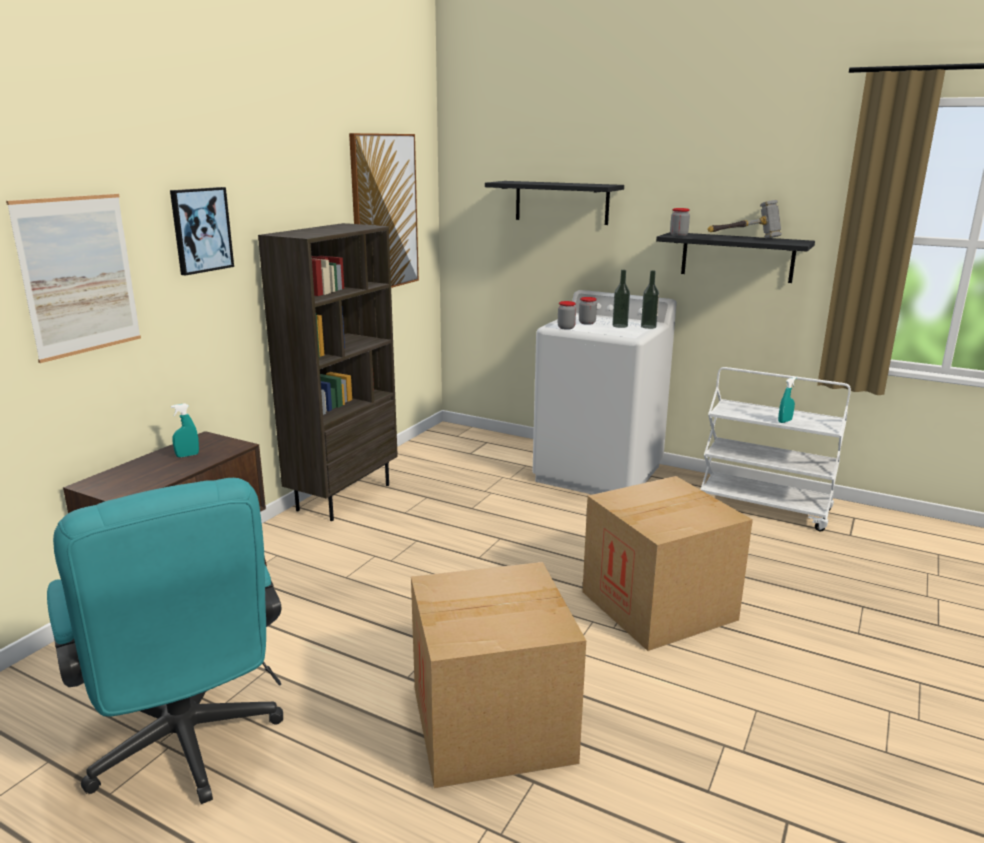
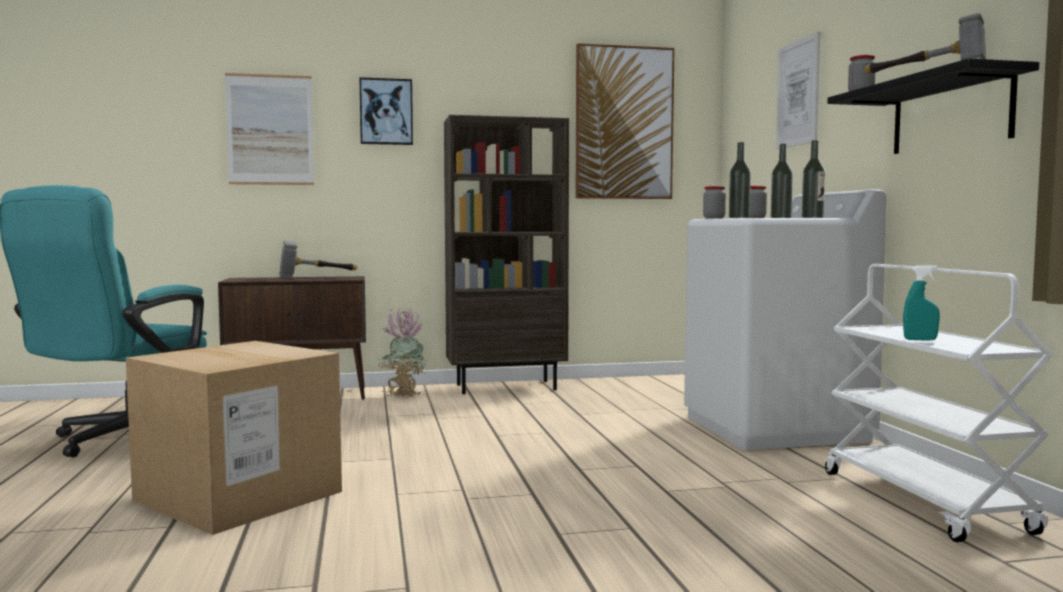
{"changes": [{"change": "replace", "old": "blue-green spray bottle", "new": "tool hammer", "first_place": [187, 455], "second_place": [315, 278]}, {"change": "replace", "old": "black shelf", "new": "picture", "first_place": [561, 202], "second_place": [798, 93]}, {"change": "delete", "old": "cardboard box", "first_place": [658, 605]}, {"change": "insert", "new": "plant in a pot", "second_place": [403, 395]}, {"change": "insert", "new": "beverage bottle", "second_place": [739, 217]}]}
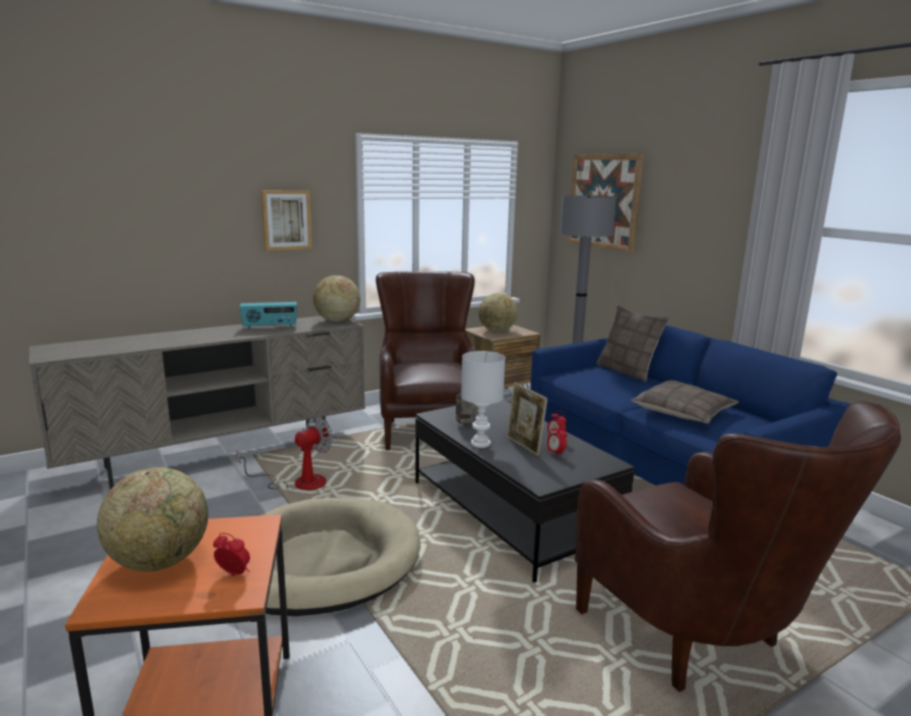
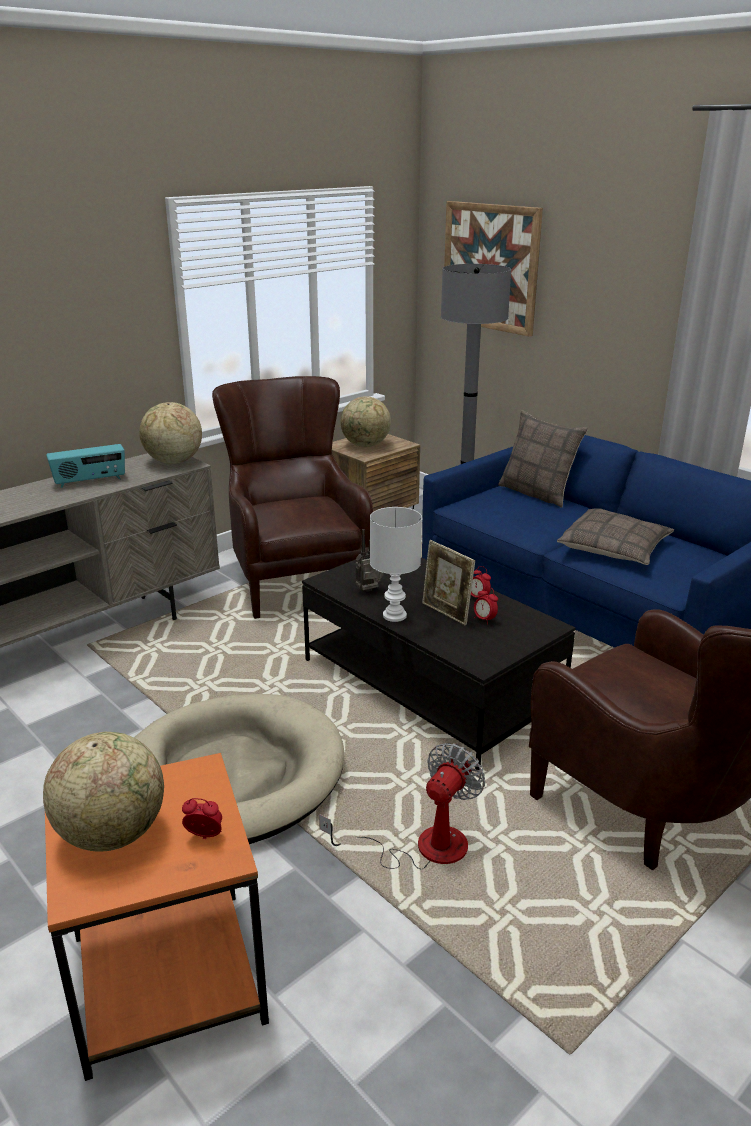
{"changes": [{"change": "move", "old": "cooling fan", "first_place": [298, 483], "second_place": [422, 847]}, {"change": "delete", "old": "picture", "first_place": [286, 220]}]}
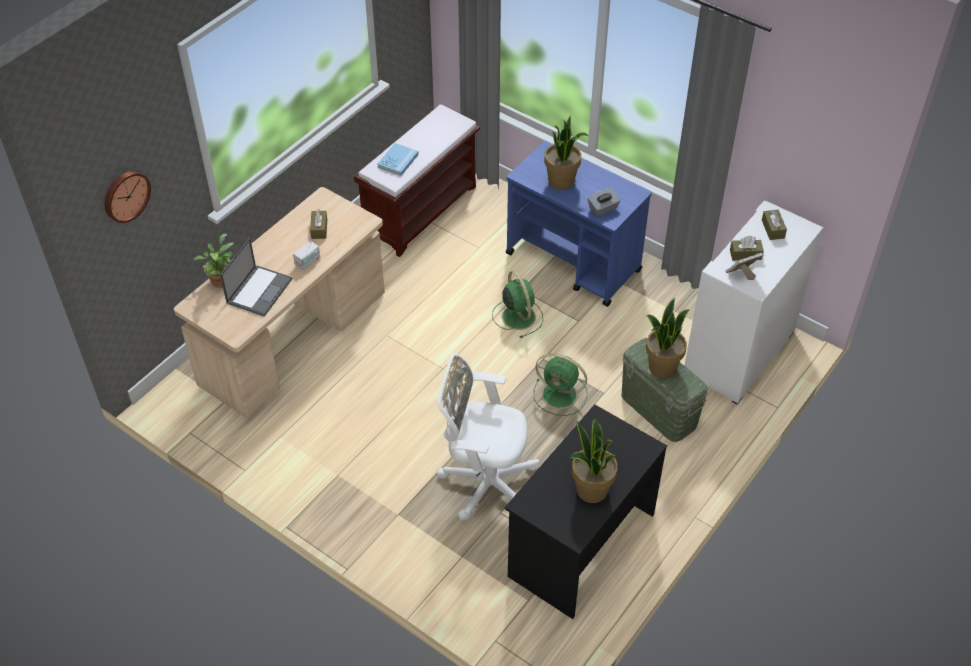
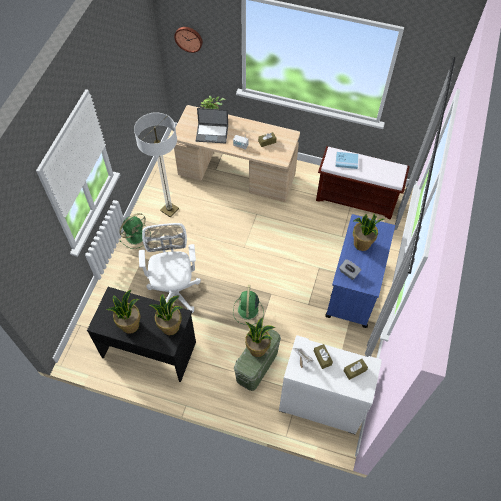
{"changes": [{"change": "move", "old": "green-coloured cooling fan", "first_place": [518, 316], "second_place": [136, 235]}, {"change": "insert", "new": "standing lamp", "second_place": [169, 209]}, {"change": "insert", "new": "plant in a pot", "second_place": [170, 326]}]}
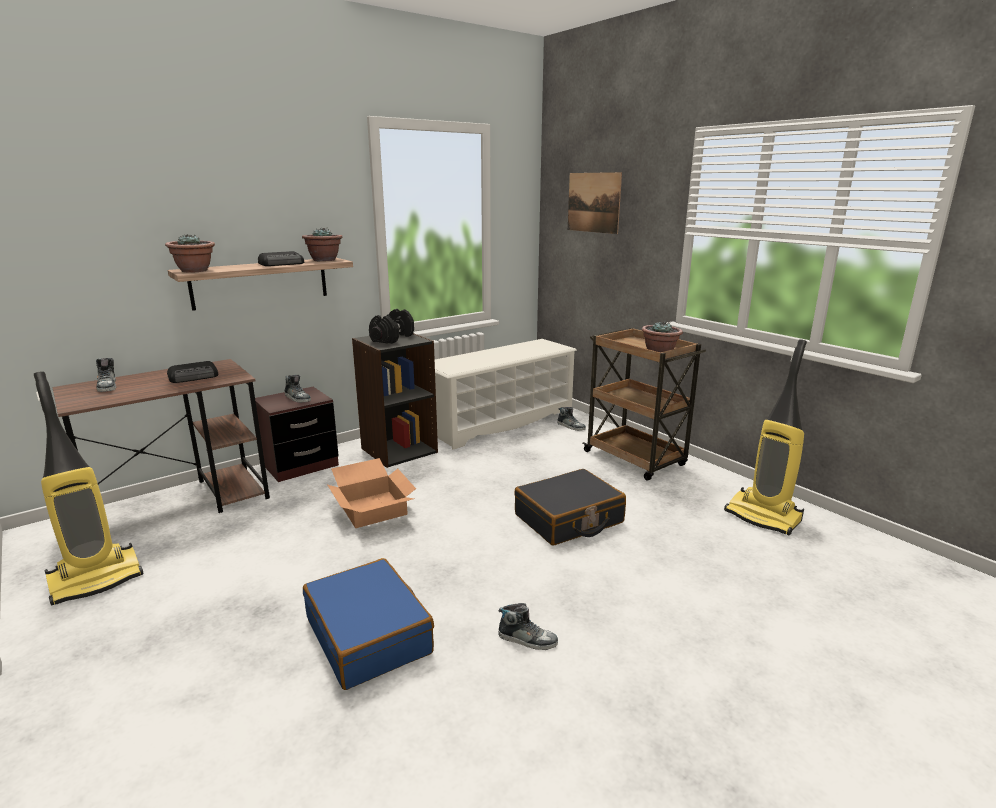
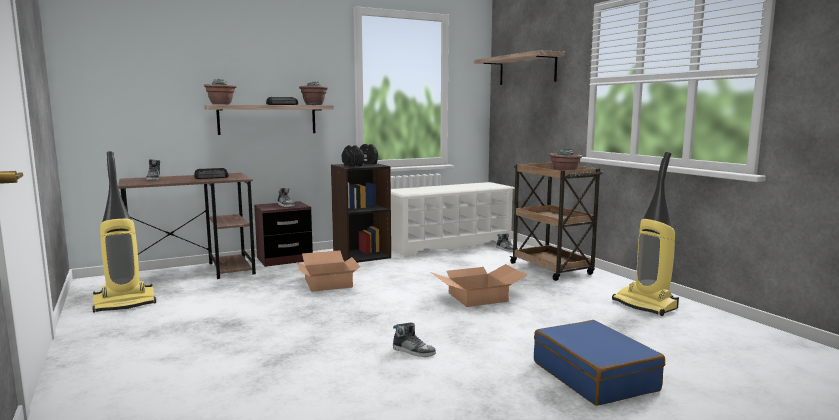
{"changes": [{"change": "move", "old": "bluish suitcase", "first_place": [369, 635], "second_place": [595, 376]}, {"change": "replace", "old": "black suitcase", "new": "cardboard box", "first_place": [569, 519], "second_place": [478, 297]}, {"change": "replace", "old": "picture", "new": "shelf", "first_place": [593, 202], "second_place": [527, 70]}]}
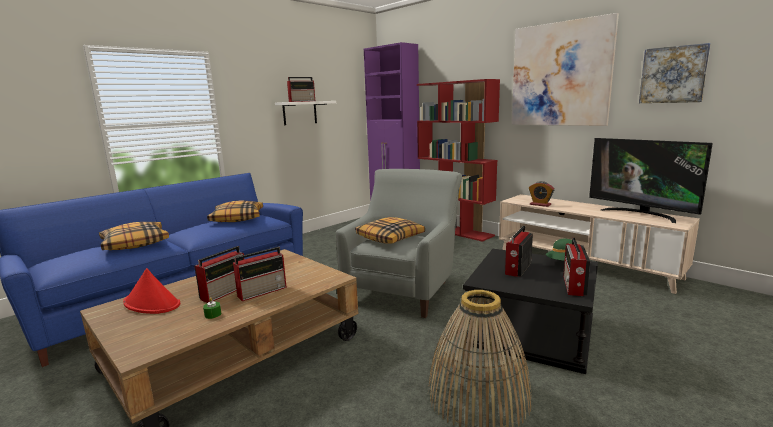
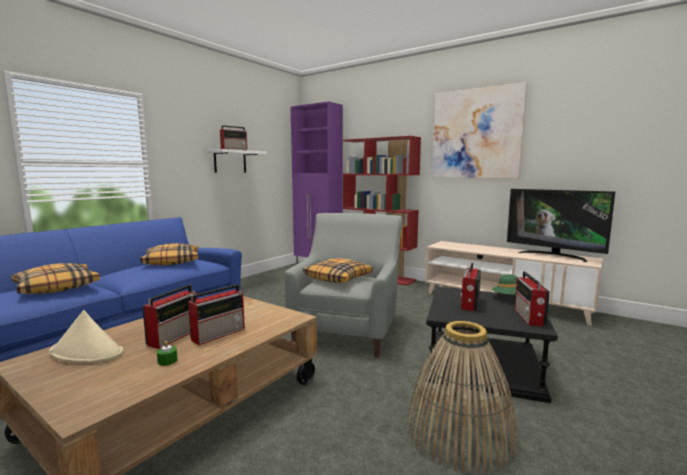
{"changes": [{"change": "recolor", "old": "red-coloured wearable hat", "new": "sand-coloured wearable hat", "first_place": [152, 303], "second_place": [87, 352]}, {"change": "delete", "old": "alarm clock", "first_place": [540, 204]}, {"change": "delete", "old": "picture", "first_place": [673, 75]}]}
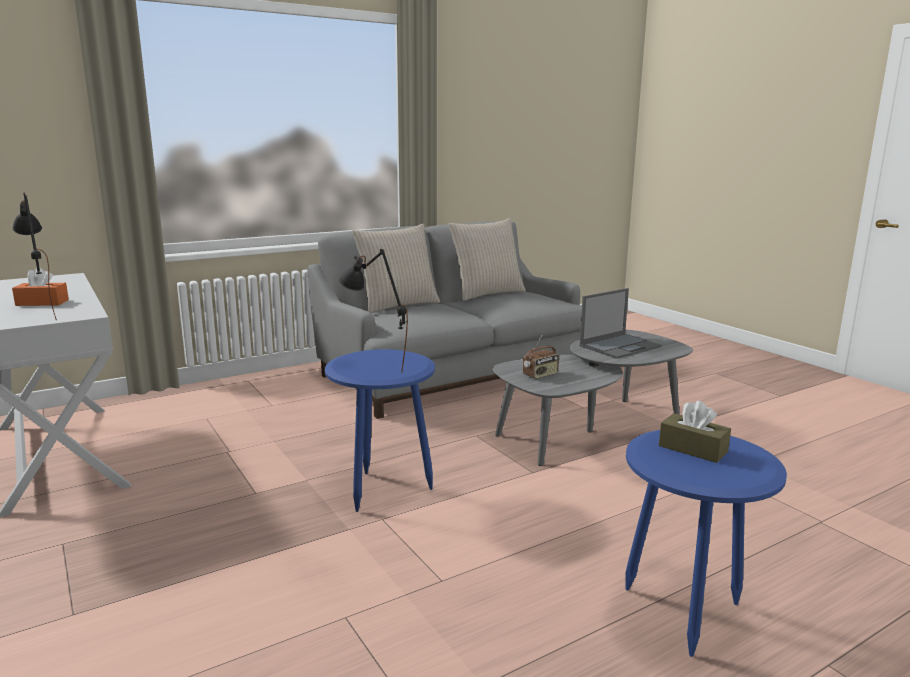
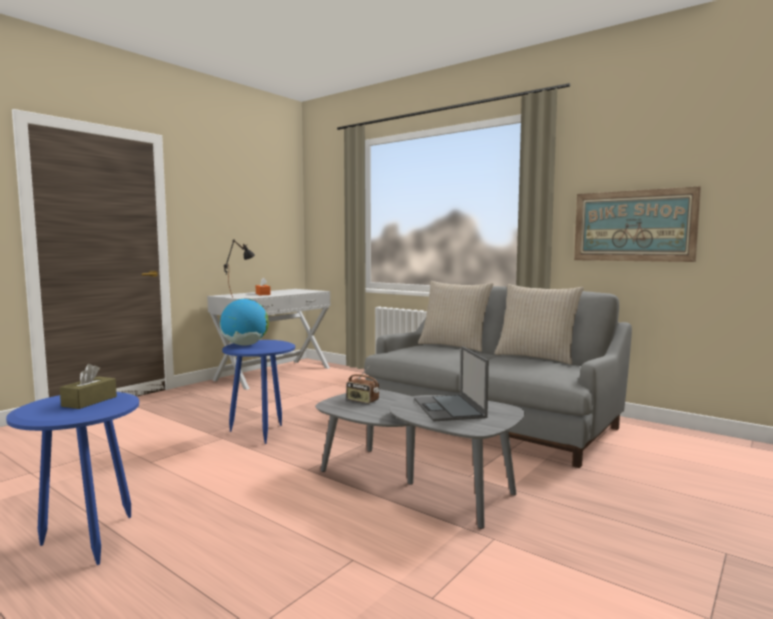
{"changes": [{"change": "replace", "old": "black lamp for a table", "new": "world globe", "first_place": [374, 370], "second_place": [245, 345]}, {"change": "rotate", "old": "notebook computer", "first_place": [620, 346], "second_place": [449, 408], "degrees": 45}, {"change": "insert", "new": "picture", "second_place": [633, 226]}]}
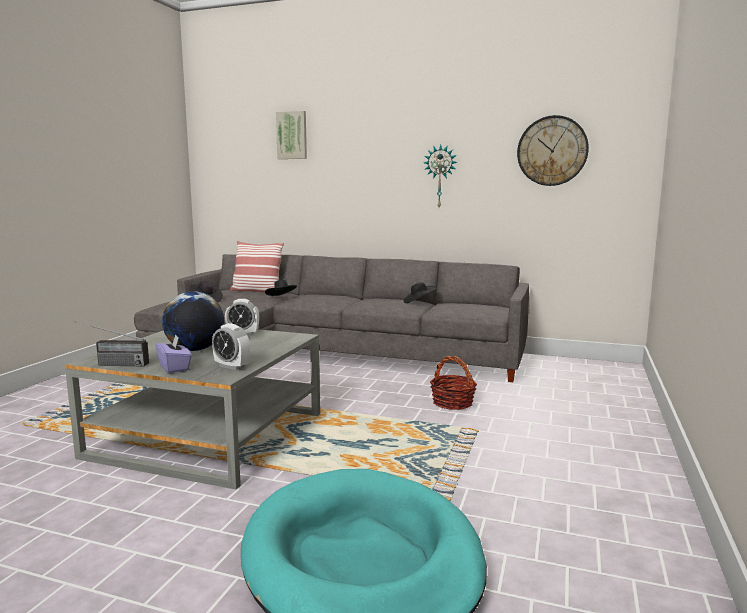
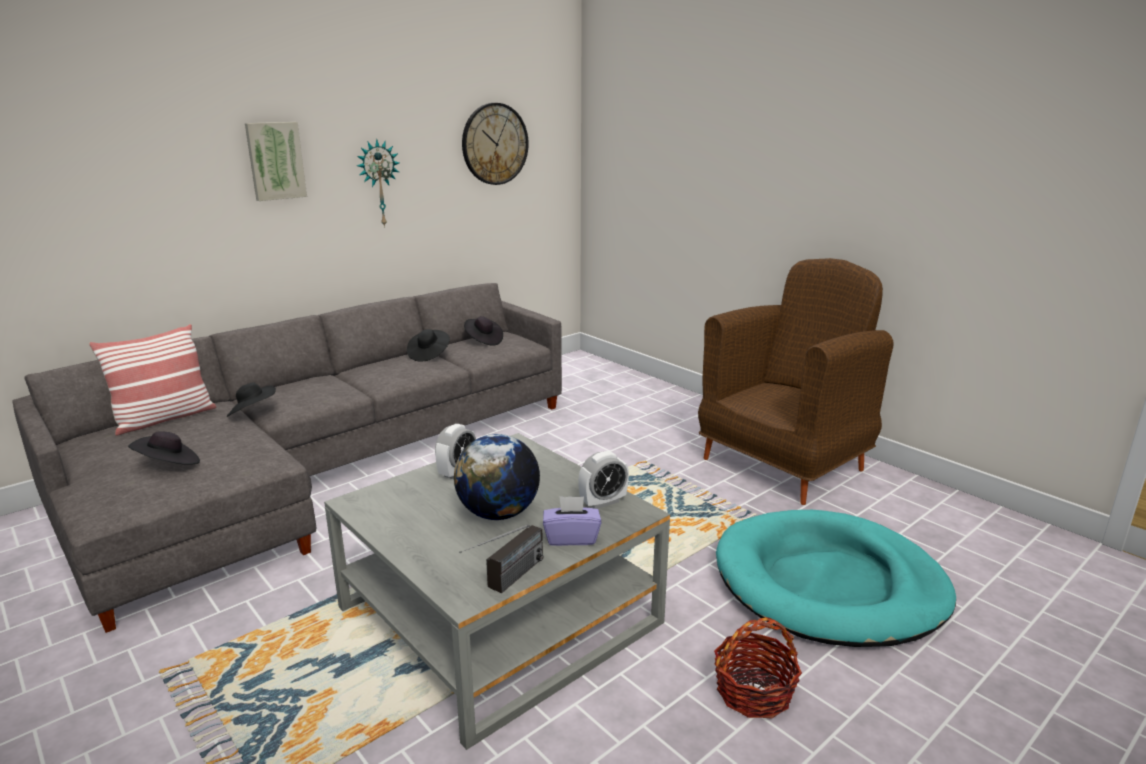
{"changes": [{"change": "move", "old": "picture", "first_place": [292, 135], "second_place": [275, 161]}, {"change": "move", "old": "household basket", "first_place": [452, 403], "second_place": [753, 692]}, {"change": "insert", "new": "black wearable hat", "second_place": [483, 341]}, {"change": "insert", "new": "brown easy chair", "second_place": [784, 464]}]}
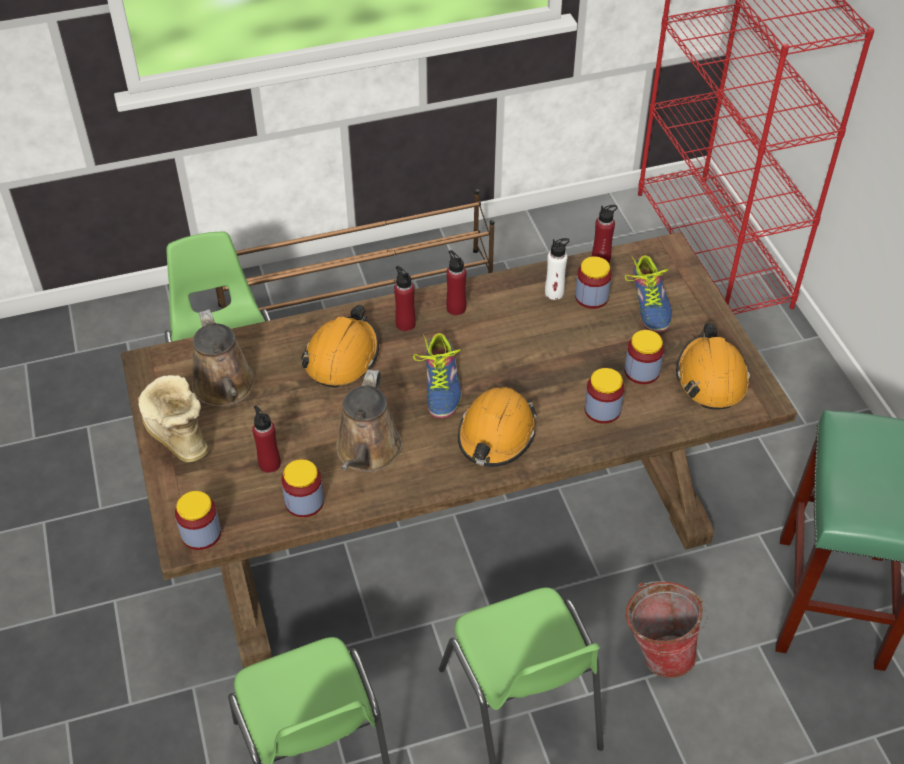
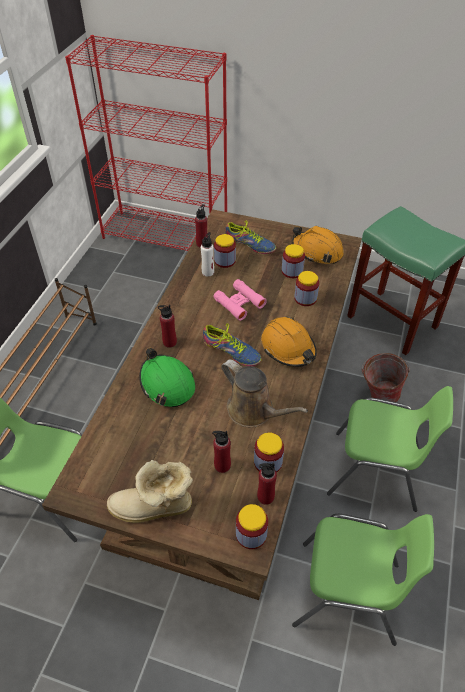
{"changes": [{"change": "delete", "old": "brown watering pot", "first_place": [225, 388]}, {"change": "recolor", "old": "orange-coloured work helmet", "new": "green-coloured work helmet", "first_place": [342, 357], "second_place": [167, 384]}, {"change": "move", "old": "red-coloured beverage bottle", "first_place": [456, 308], "second_place": [265, 496]}, {"change": "insert", "new": "pink field glasses", "second_place": [239, 303]}]}
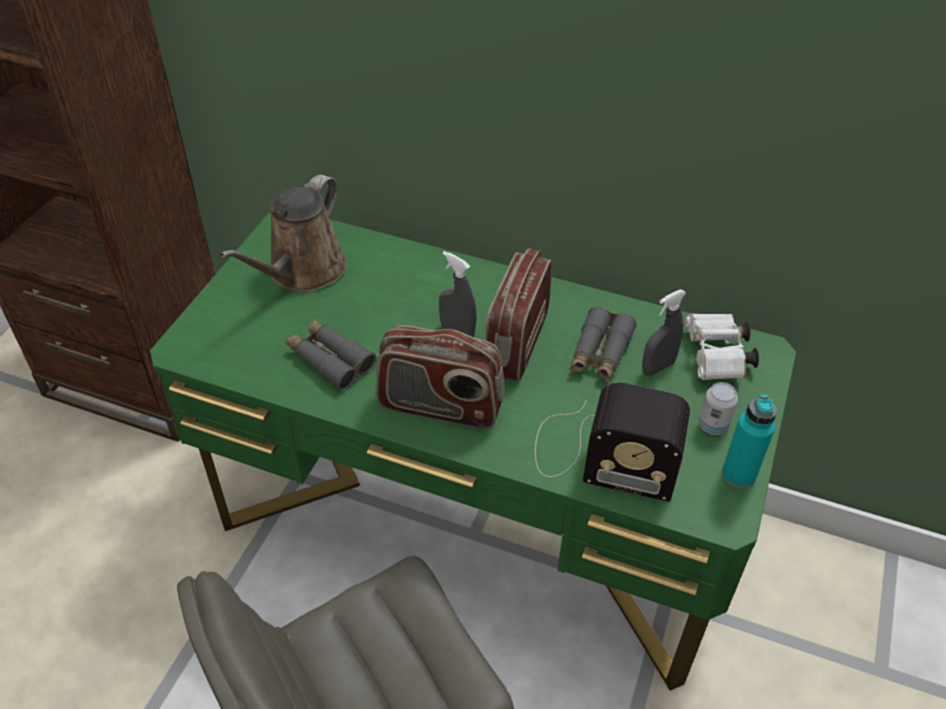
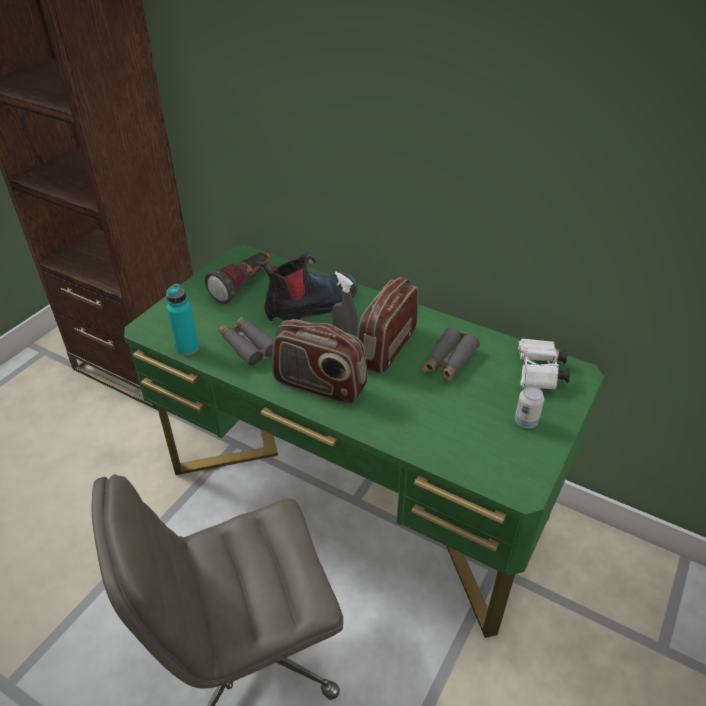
{"changes": [{"change": "replace", "old": "brown watering pot", "new": "torch", "first_place": [302, 272], "second_place": [244, 287]}, {"change": "delete", "old": "radio receiver", "first_place": [599, 456]}, {"change": "delete", "old": "greyish spray bottle", "first_place": [658, 367]}, {"change": "move", "old": "blue-green beverage bottle", "first_place": [738, 474], "second_place": [187, 348]}, {"change": "insert", "new": "tall boot", "second_place": [311, 305]}]}
